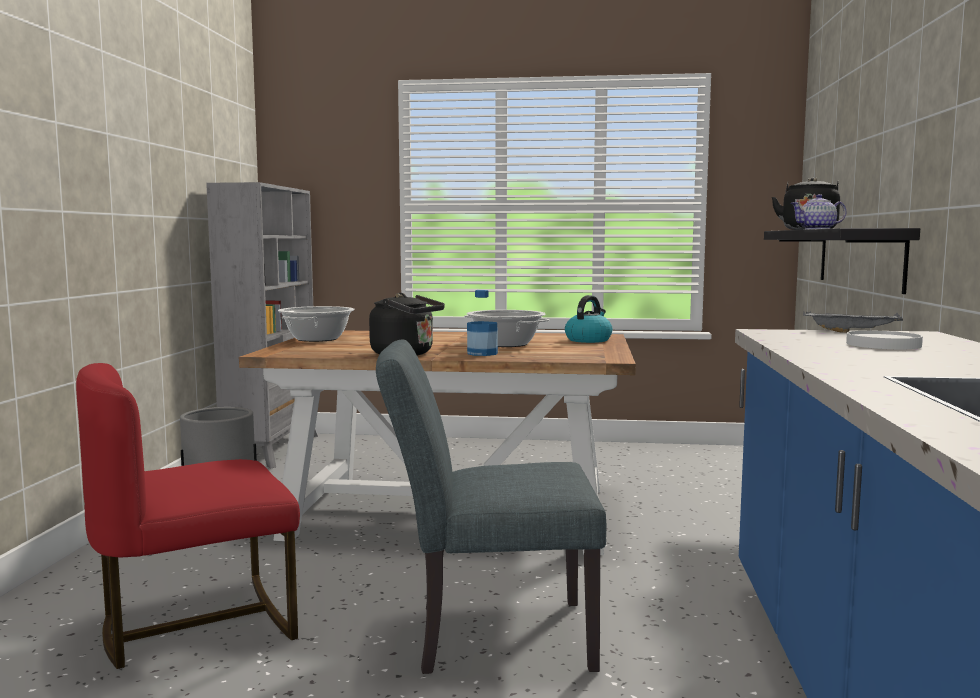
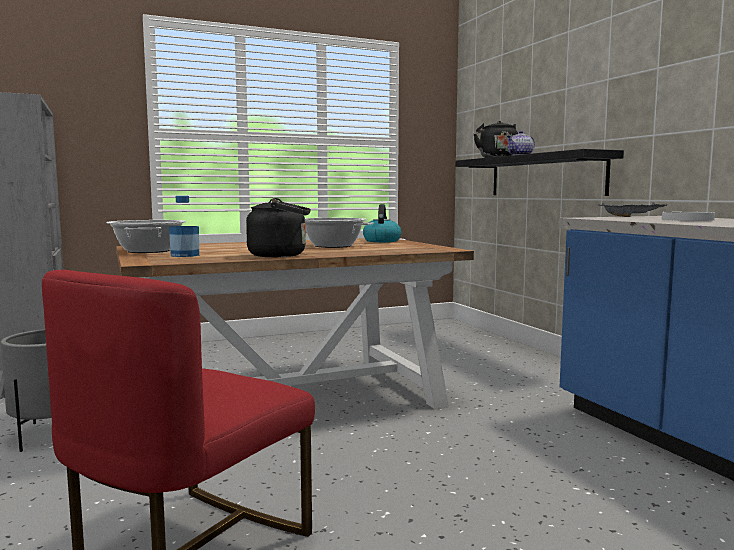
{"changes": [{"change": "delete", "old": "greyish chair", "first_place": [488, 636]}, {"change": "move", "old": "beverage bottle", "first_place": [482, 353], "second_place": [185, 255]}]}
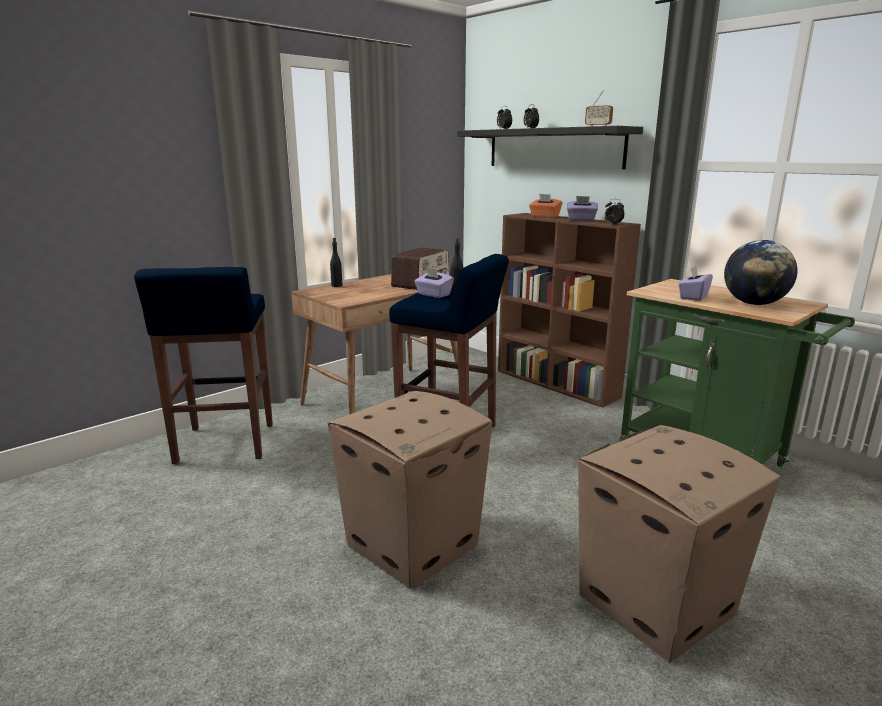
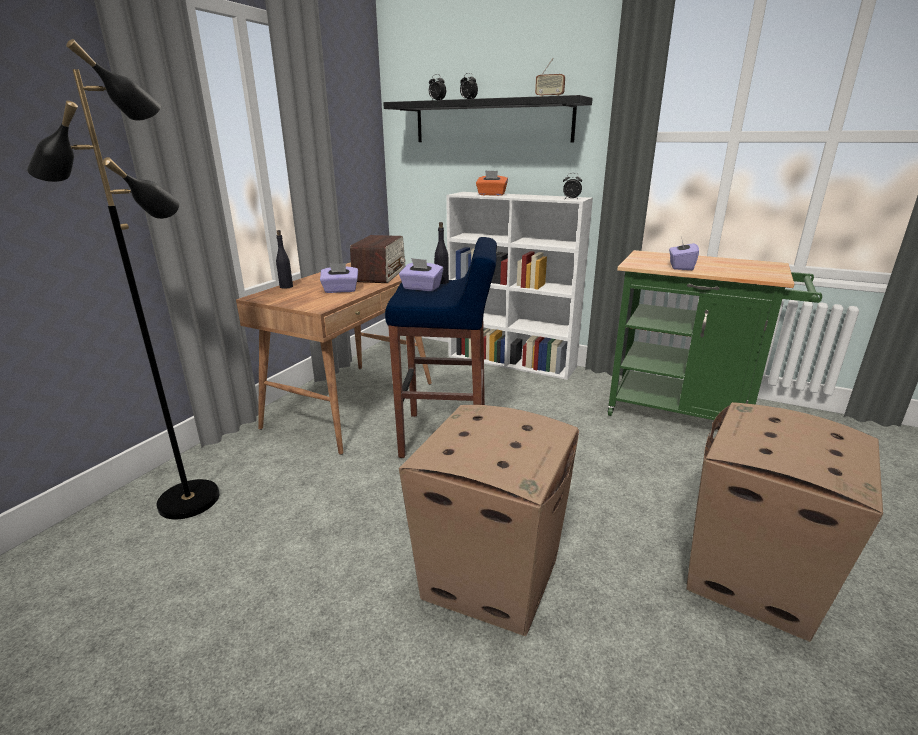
{"changes": [{"change": "replace", "old": "bluish sitting stool", "new": "black standing lamp", "first_place": [225, 444], "second_place": [189, 499]}, {"change": "recolor", "old": "brown bookshelf", "new": "whitish bookshelf", "first_place": [557, 384], "second_place": [512, 362]}, {"change": "move", "old": "purple tissue box", "first_place": [581, 220], "second_place": [340, 290]}, {"change": "delete", "old": "world globe", "first_place": [754, 304]}]}
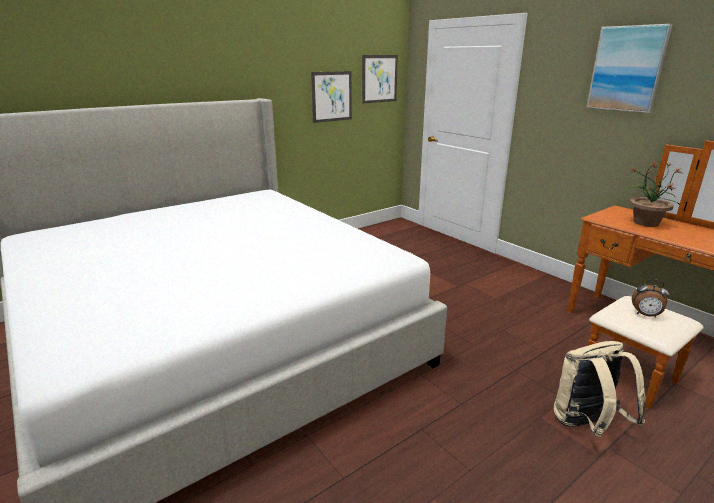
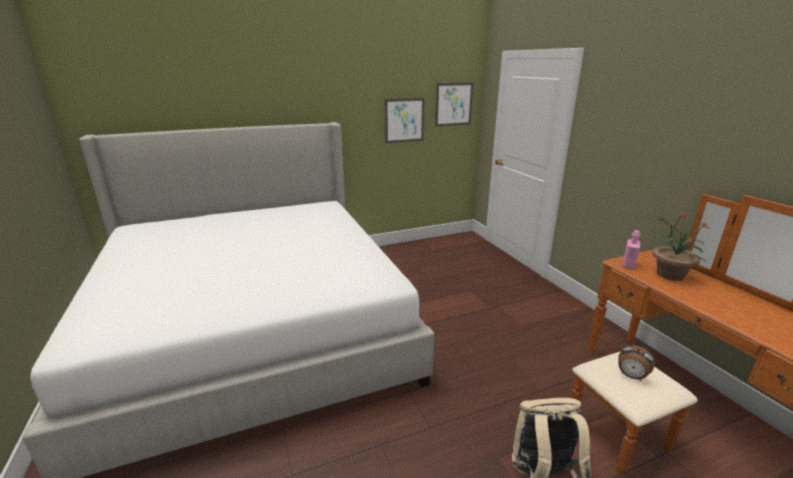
{"changes": [{"change": "delete", "old": "picture", "first_place": [627, 69]}, {"change": "insert", "new": "pink beverage bottle", "second_place": [628, 265]}]}
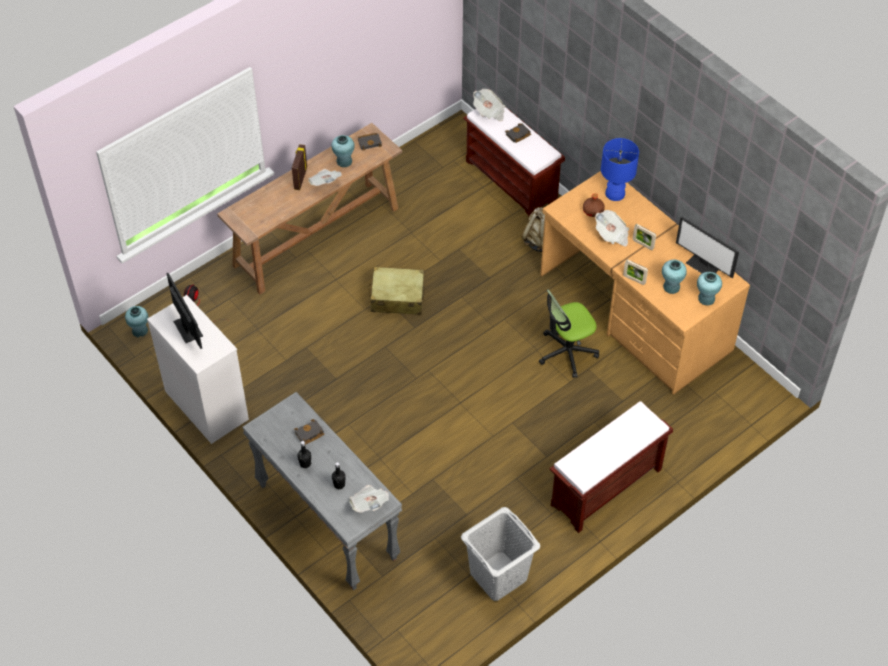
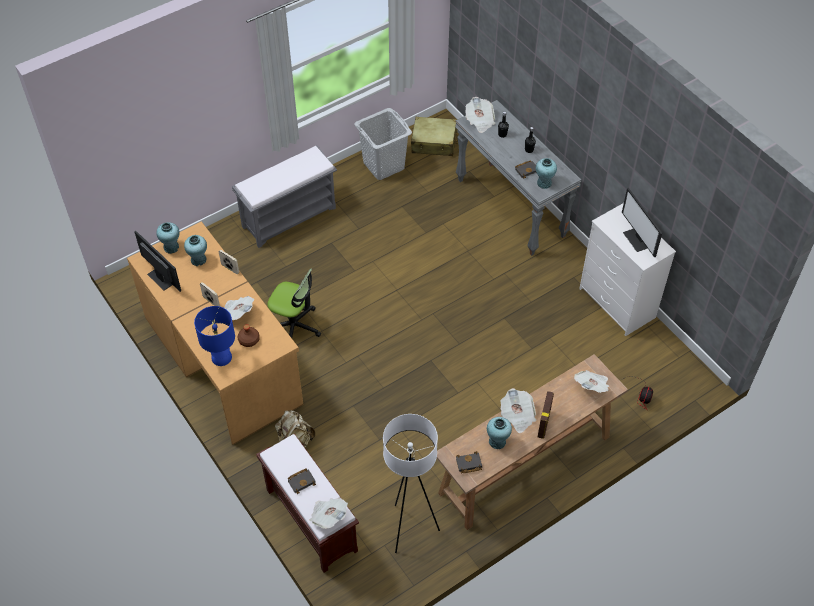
{"changes": [{"change": "move", "old": "blue-green decorative vase", "first_place": [140, 331], "second_place": [544, 183]}, {"change": "move", "old": "sand-coloured suitcase", "first_place": [397, 297], "second_place": [434, 142]}, {"change": "rotate", "old": "office chair", "first_place": [567, 352], "second_place": [295, 326], "degrees": 45}, {"change": "recolor", "old": "brown long seat", "new": "greyish long seat", "first_place": [605, 488], "second_place": [289, 216]}, {"change": "insert", "new": "whitish standing lamp", "second_place": [409, 528]}, {"change": "insert", "new": "newspaper", "second_place": [592, 386]}]}
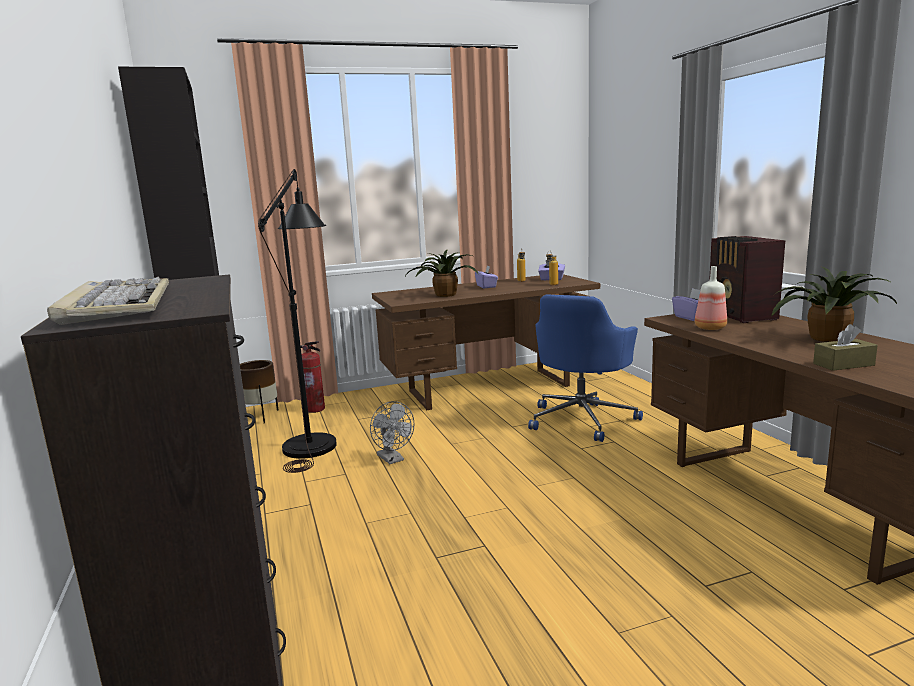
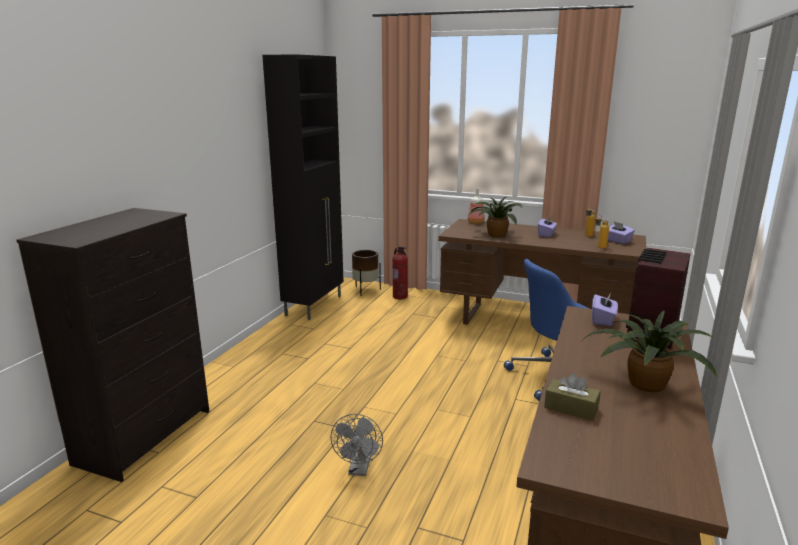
{"changes": [{"change": "delete", "old": "keyboard", "first_place": [118, 305]}, {"change": "delete", "old": "black standing lamp", "first_place": [313, 440]}, {"change": "move", "old": "greyish cooling fan", "first_place": [393, 459], "second_place": [359, 469]}, {"change": "move", "old": "beverage bottle", "first_place": [709, 328], "second_place": [475, 222]}]}
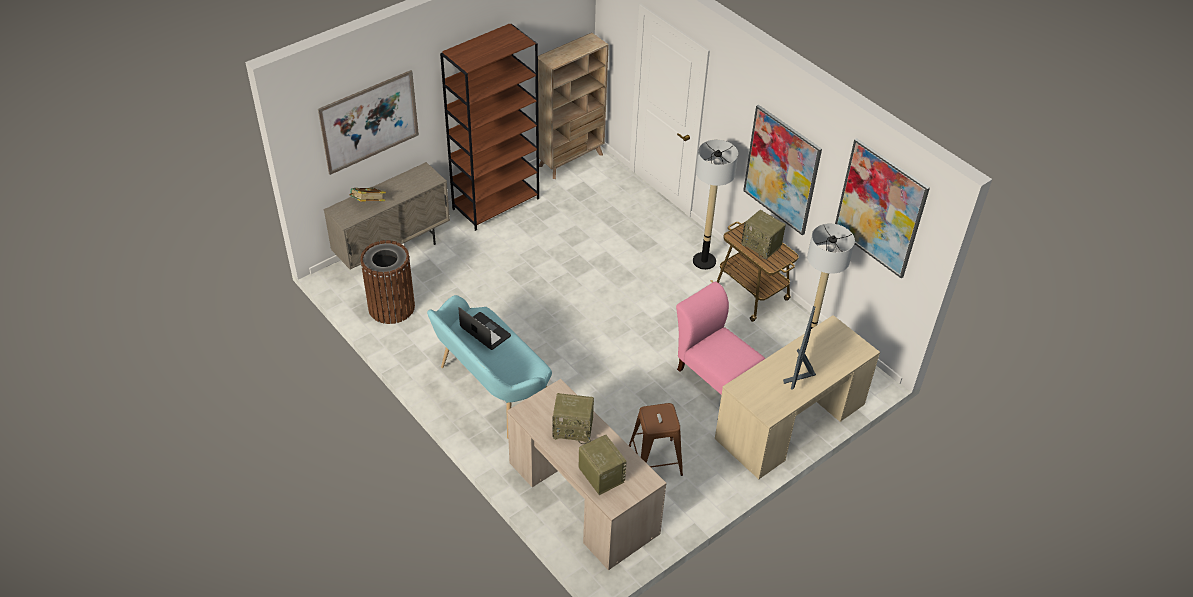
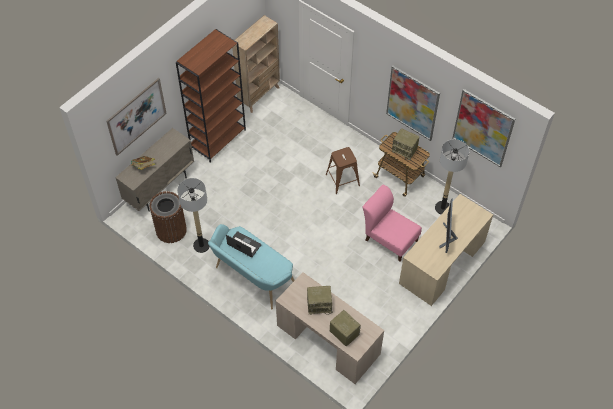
{"changes": [{"change": "move", "old": "brown sitting stool", "first_place": [655, 460], "second_place": [342, 180]}, {"change": "move", "old": "standing lamp", "first_place": [704, 261], "second_place": [201, 245]}]}
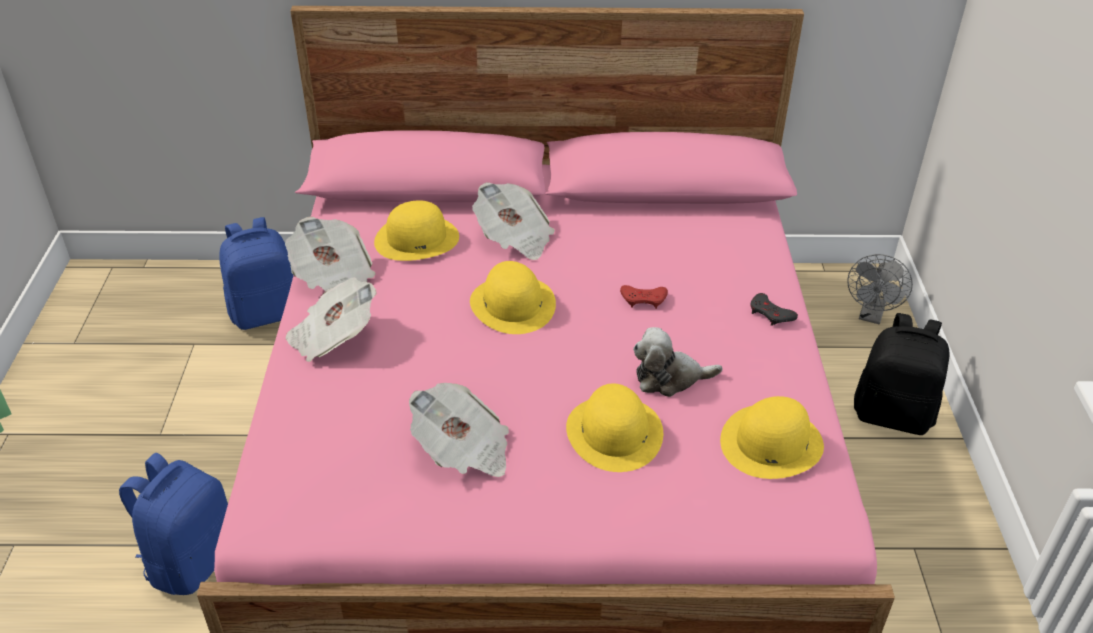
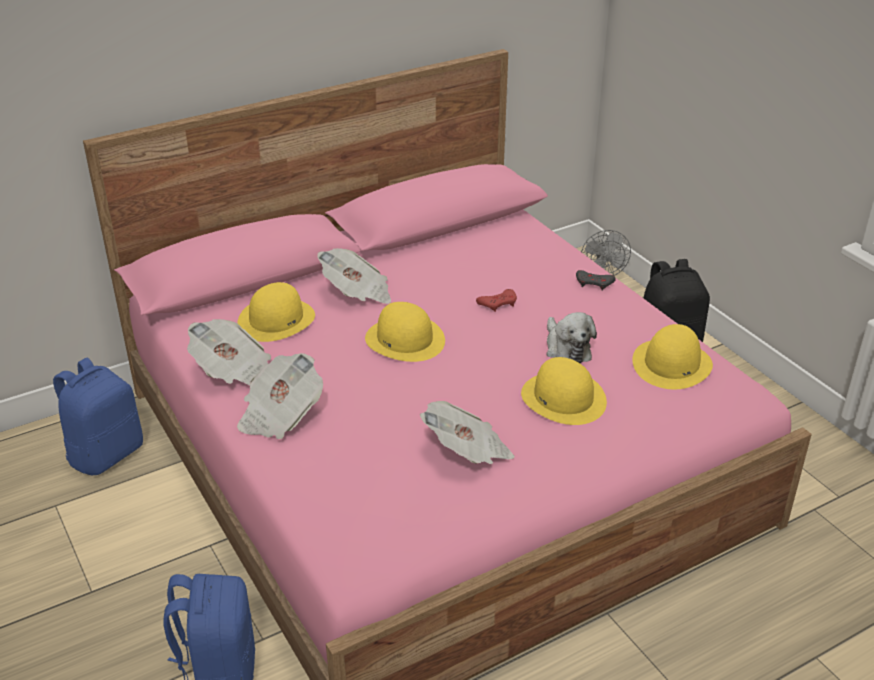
{"changes": [{"change": "rotate", "old": "cuddly toy", "first_place": [669, 378], "second_place": [566, 348], "degrees": -75}]}
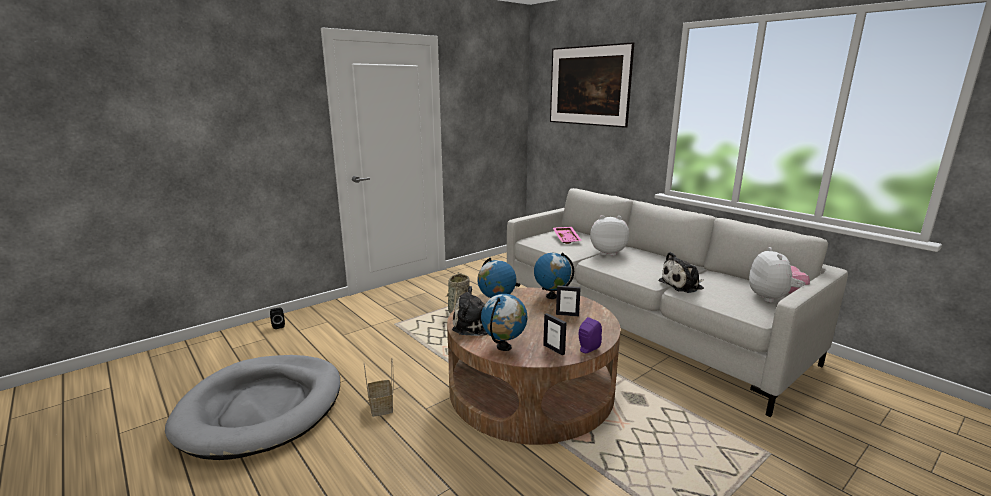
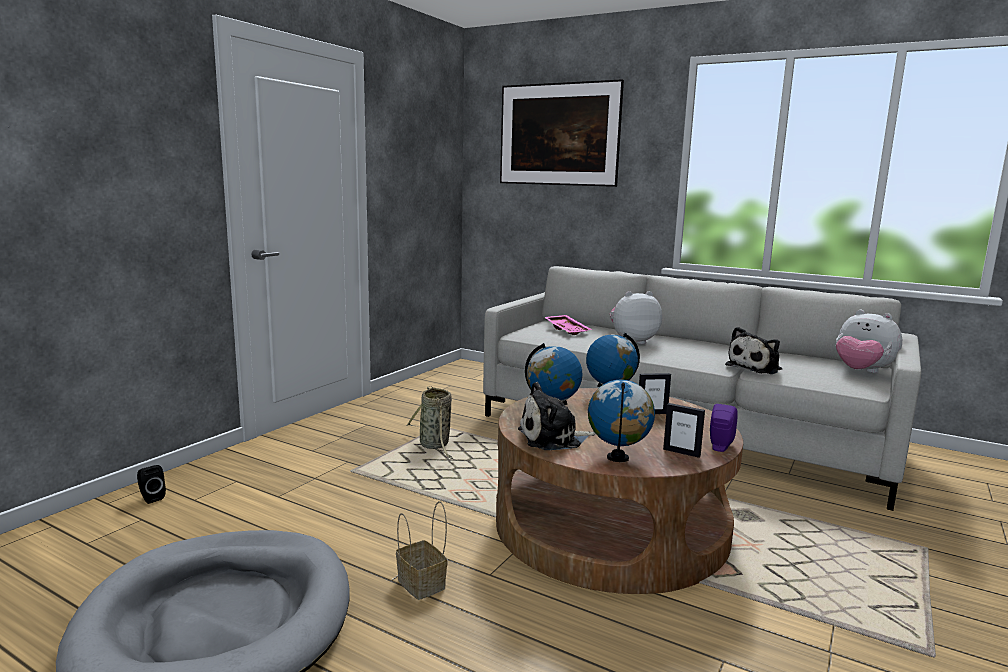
{"changes": [{"change": "rotate", "old": "cuddly toy", "first_place": [773, 298], "second_place": [861, 372], "degrees": 150}]}
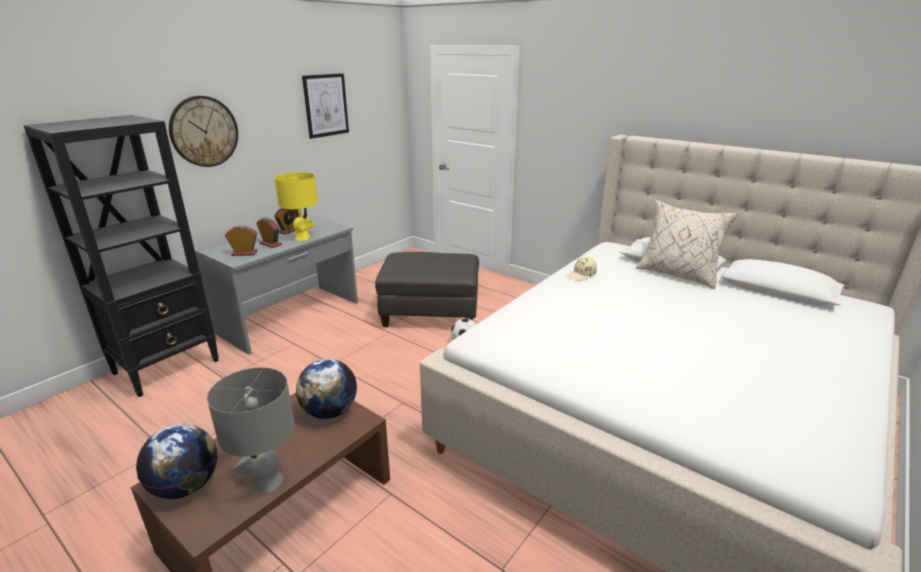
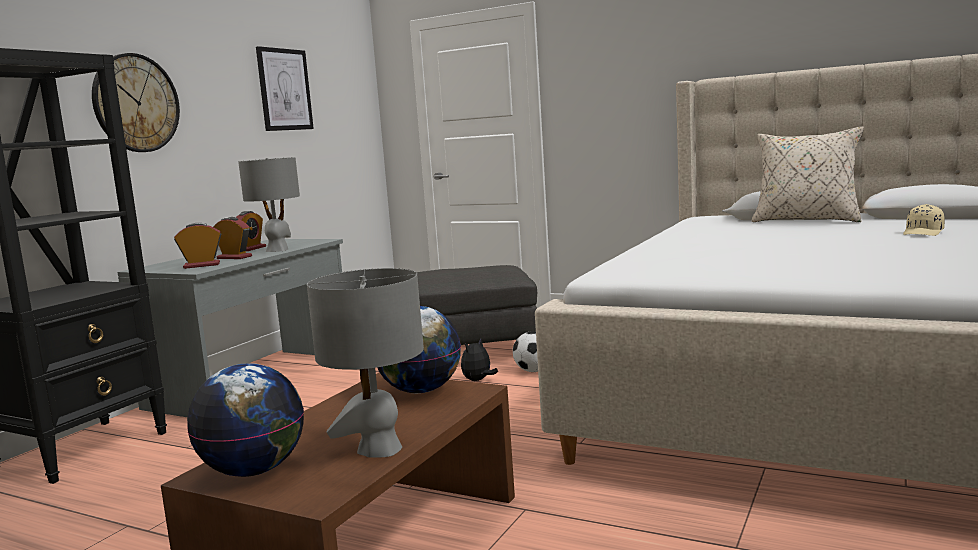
{"changes": [{"change": "recolor", "old": "yellow lamp for a table", "new": "greyish lamp for a table", "first_place": [303, 238], "second_place": [278, 250]}, {"change": "move", "old": "sand-coloured peaked cap", "first_place": [582, 275], "second_place": [924, 232]}, {"change": "insert", "new": "cuddly toy", "second_place": [478, 380]}]}
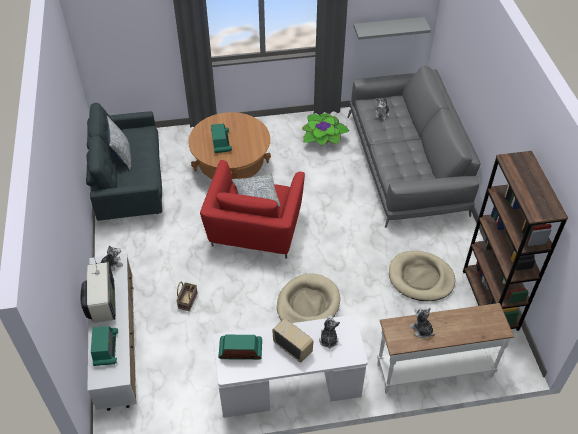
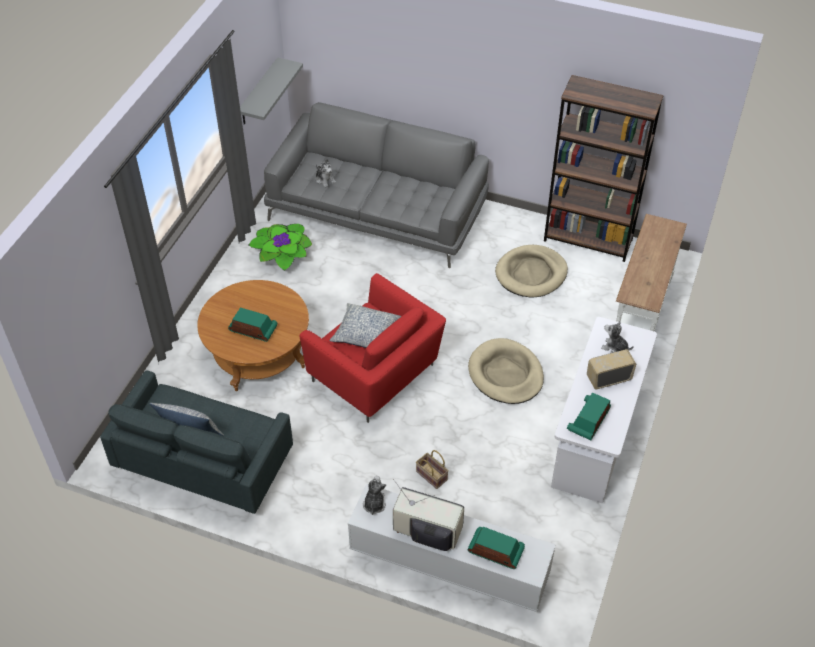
{"changes": [{"change": "delete", "old": "cuddly toy", "first_place": [421, 330]}]}
